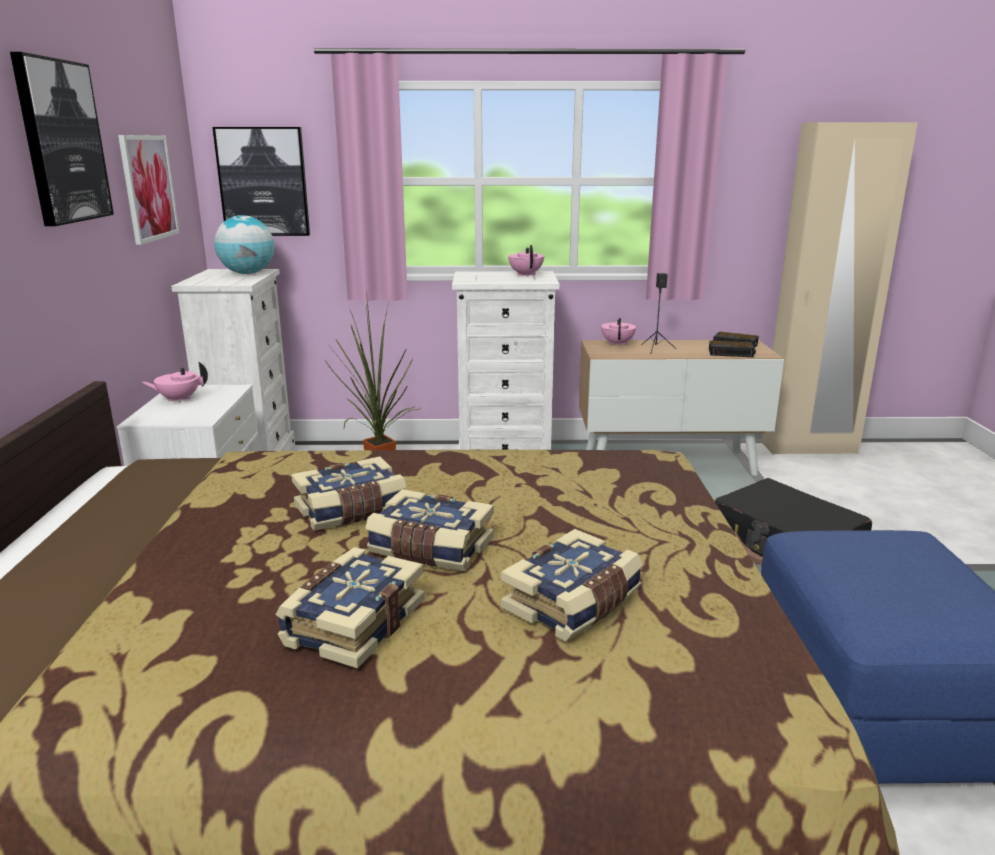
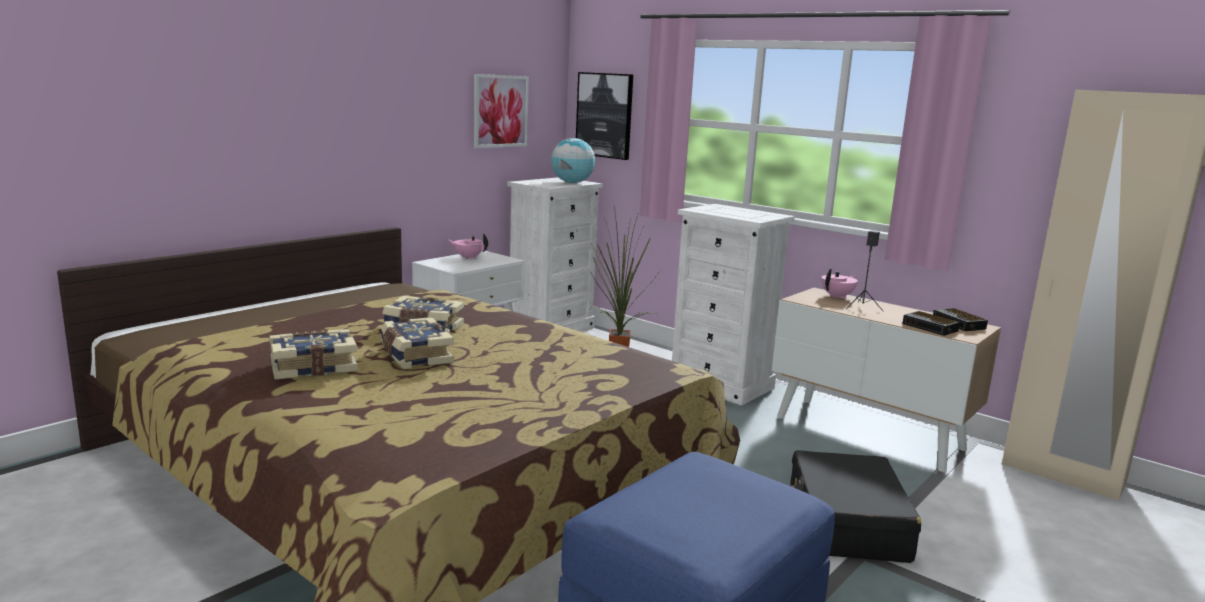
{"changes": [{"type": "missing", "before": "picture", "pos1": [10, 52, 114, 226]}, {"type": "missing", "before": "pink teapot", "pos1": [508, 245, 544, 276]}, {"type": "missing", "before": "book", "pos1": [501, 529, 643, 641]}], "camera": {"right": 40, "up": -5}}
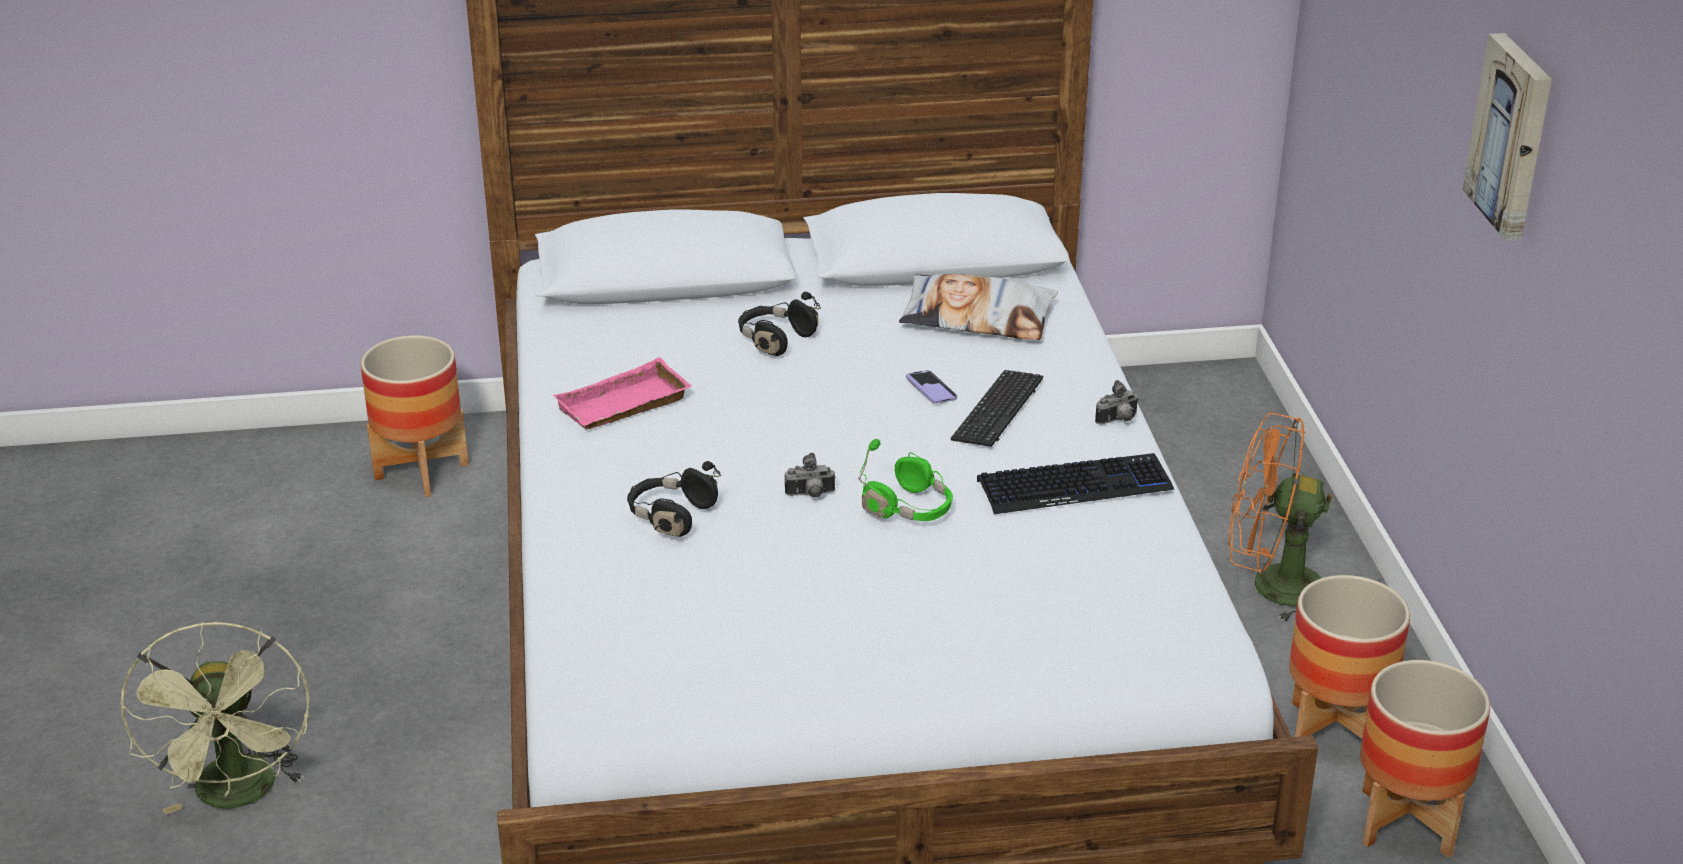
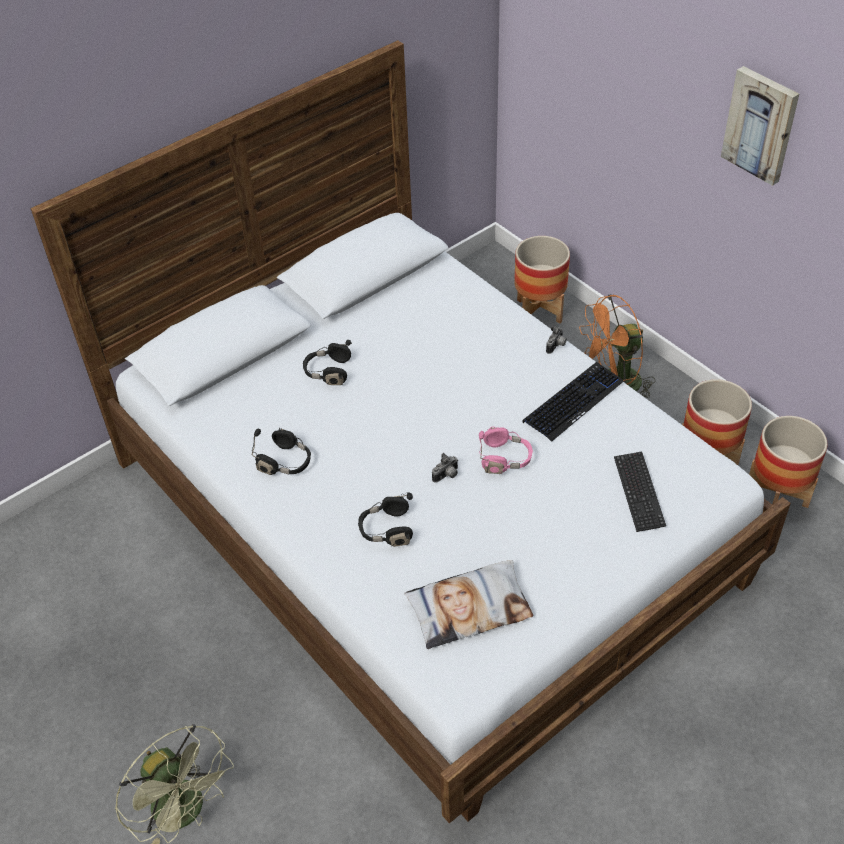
{"changes": [{"type": "relocated", "before": "pillow", "pos1": [899, 274, 1058, 340], "pos2": [404, 560, 533, 649]}, {"type": "relocated", "before": "planter", "pos1": [361, 335, 469, 497], "pos2": [514, 236, 570, 324]}, {"type": "exchanged", "before": "pink serving tray", "after": "black-coloured pair of headphones", "pos1": [553, 357, 691, 430], "pos2": [251, 428, 311, 475]}, {"type": "missing", "before": "telephone", "pos1": [906, 370, 957, 404]}, {"type": "relocated", "before": "keyboard", "pos1": [951, 370, 1043, 447], "pos2": [614, 452, 666, 532]}, {"type": "colour", "before": "greenish pair of headphones", "after": "pink pair of headphones", "pos1": [858, 439, 953, 521], "pos2": [479, 427, 533, 474]}], "camera": {"right": -30, "up": 15}}
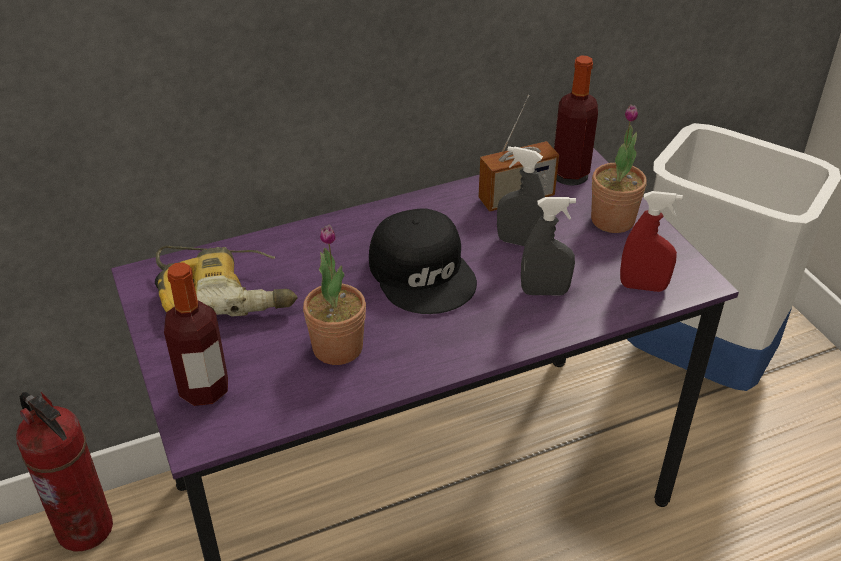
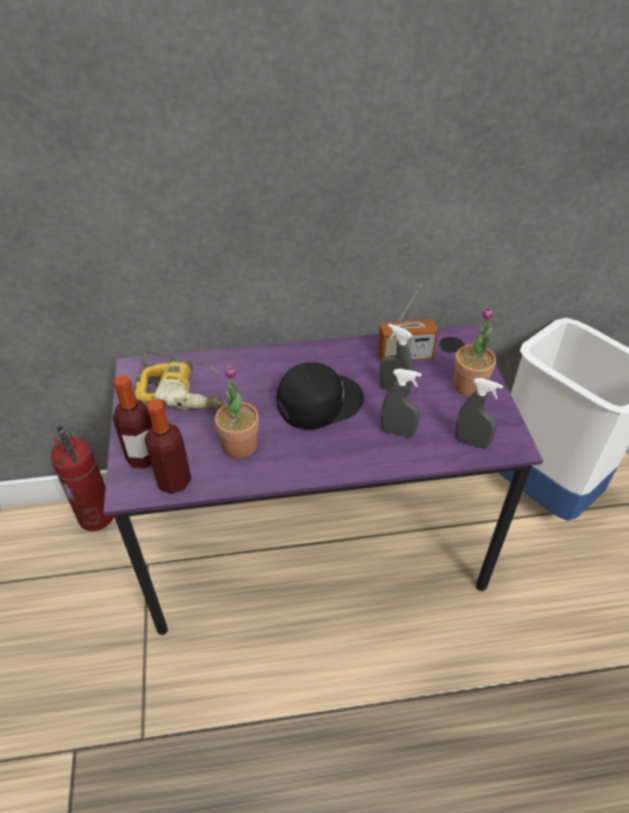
{"changes": [{"type": "relocated", "before": "bottle", "pos1": [554, 56, 598, 180], "pos2": [144, 399, 192, 494]}, {"type": "colour", "before": "reddish hand sprayer", "after": "greyish hand sprayer", "pos1": [620, 191, 683, 292], "pos2": [456, 378, 503, 449]}, {"type": "spun", "before": "black-coloured cap", "pos1": [369, 209, 477, 314], "pos2": [277, 362, 364, 429], "turn": -105}], "camera": {"right": 15, "up": 5}}
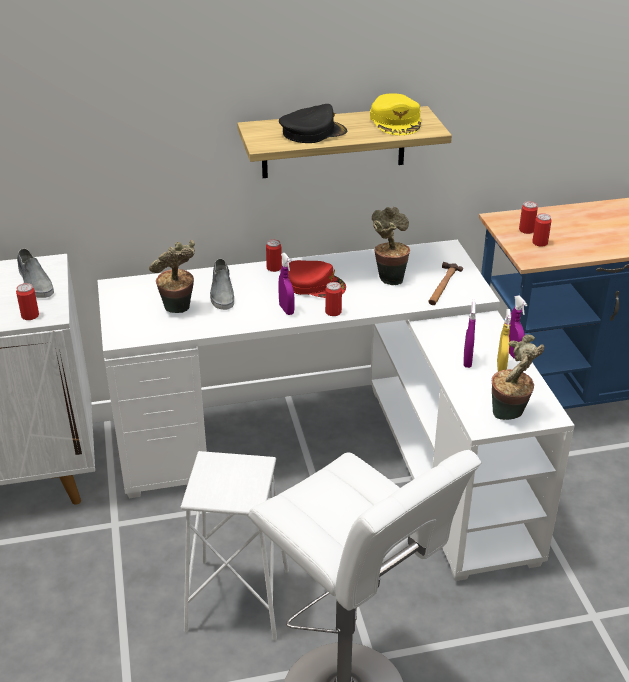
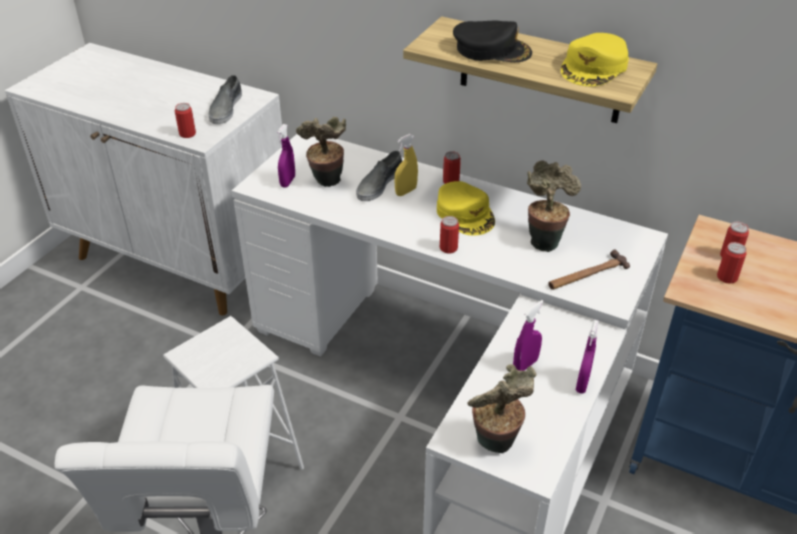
{"changes": [{"type": "relocated", "before": "purple-coloured hand sprayer", "pos1": [278, 253, 294, 315], "pos2": [277, 124, 295, 187]}, {"type": "colour", "before": "reddish cap", "after": "yellowish cap", "pos1": [288, 260, 346, 298], "pos2": [437, 181, 495, 236]}, {"type": "relocated", "before": "yellowish hand sprayer", "pos1": [497, 309, 511, 372], "pos2": [395, 134, 418, 196]}], "camera": {"right": 40, "up": 5}}
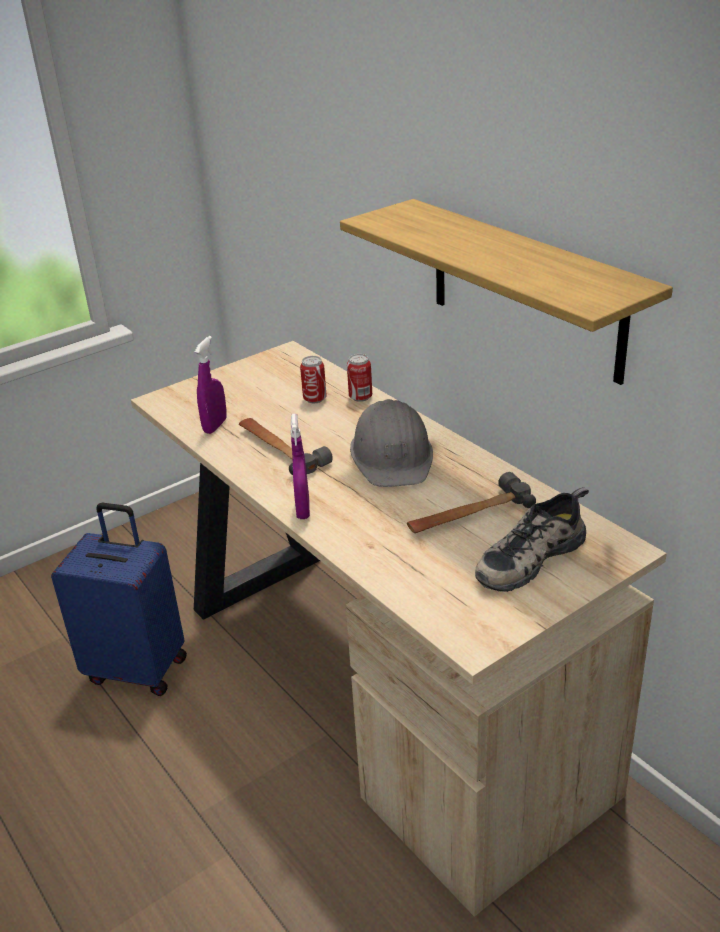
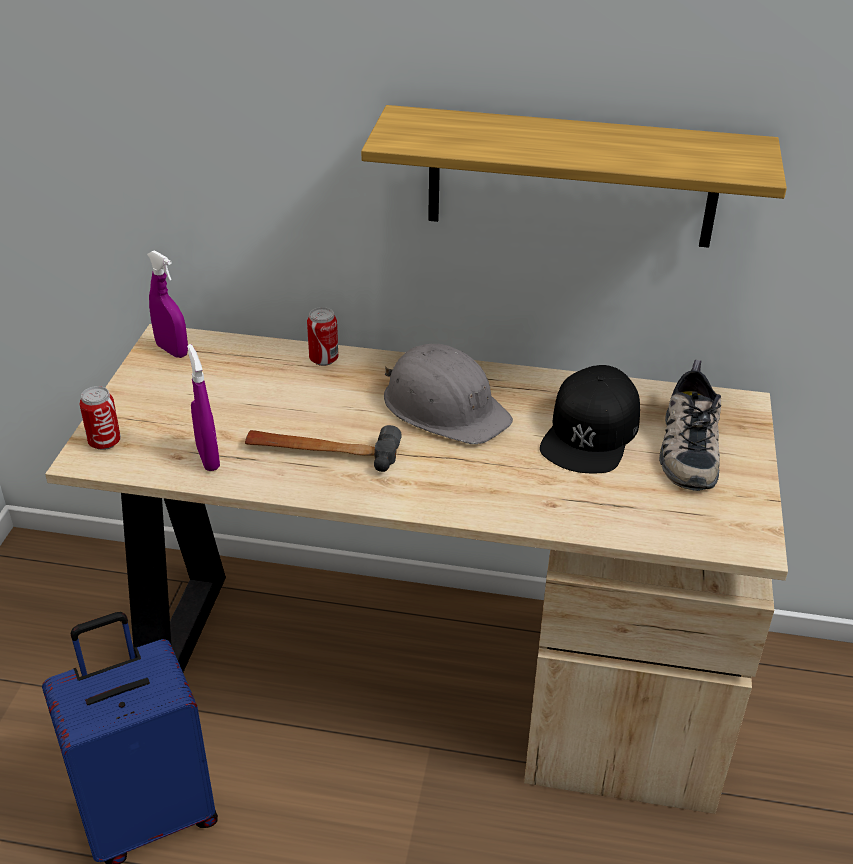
{"changes": [{"type": "relocated", "before": "sealed can", "pos1": [300, 356, 327, 403], "pos2": [80, 386, 121, 450]}, {"type": "relocated", "before": "purple-coloured hand sprayer", "pos1": [291, 414, 310, 519], "pos2": [147, 250, 188, 358]}, {"type": "exchanged", "before": "hammer", "after": "black-coloured cap", "pos1": [407, 472, 536, 533], "pos2": [540, 365, 640, 473]}], "camera": {"right": -45, "up": 5}}
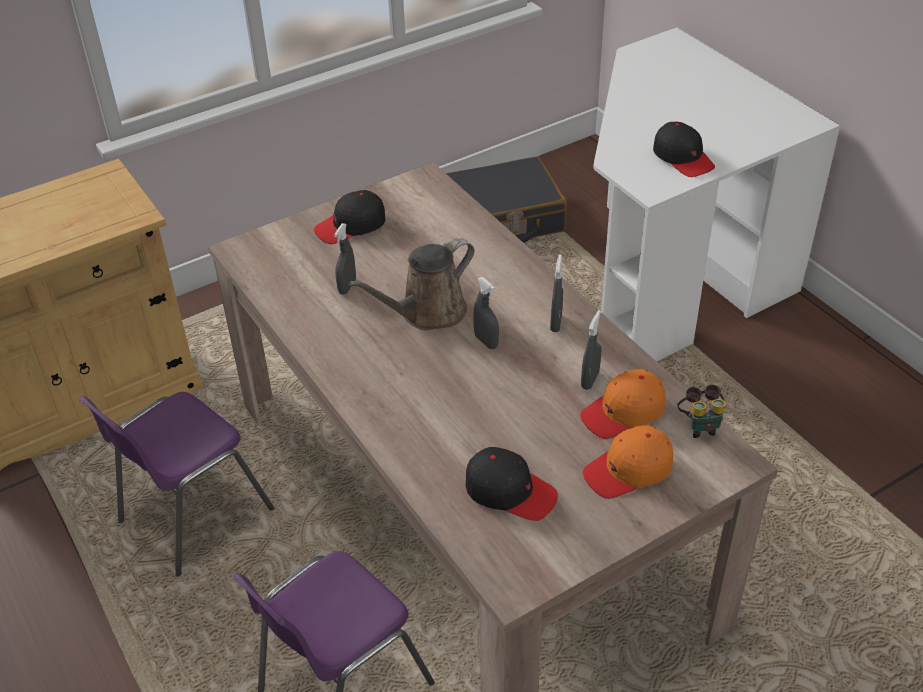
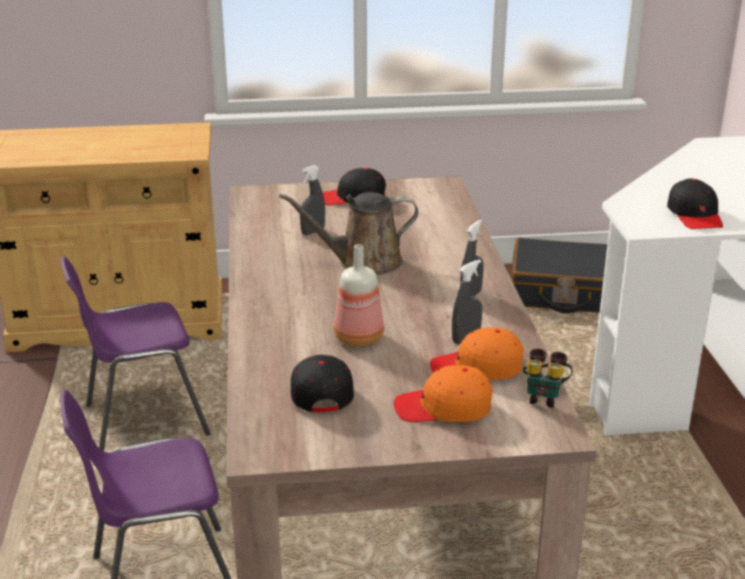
{"changes": [{"type": "missing", "before": "greyish hand sprayer", "pos1": [473, 277, 499, 349]}, {"type": "spun", "before": "black-coloured cap", "pos1": [466, 447, 558, 521], "pos2": [291, 355, 354, 412], "turn": -150}, {"type": "appeared", "after": "bottle", "pos2": [334, 244, 384, 346]}], "camera": {"right": 25, "up": -15}}
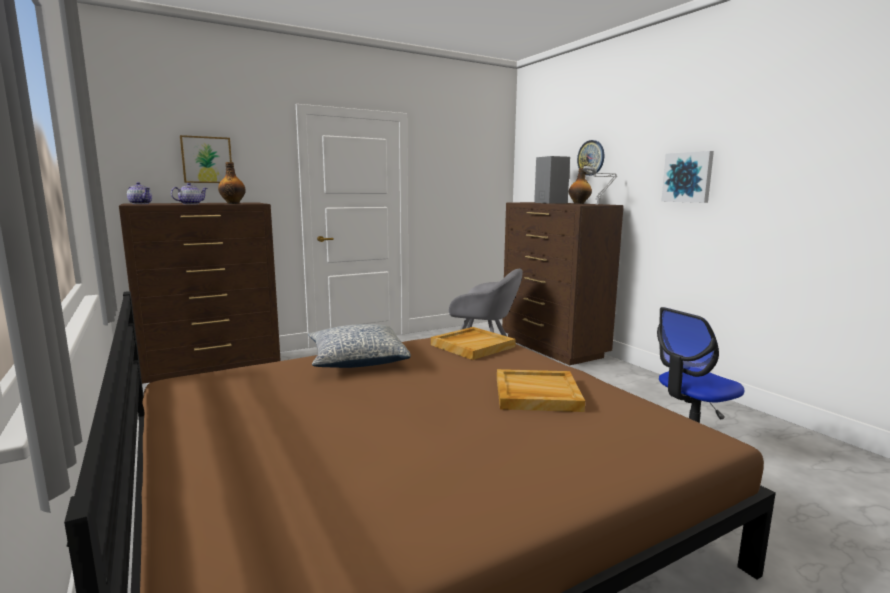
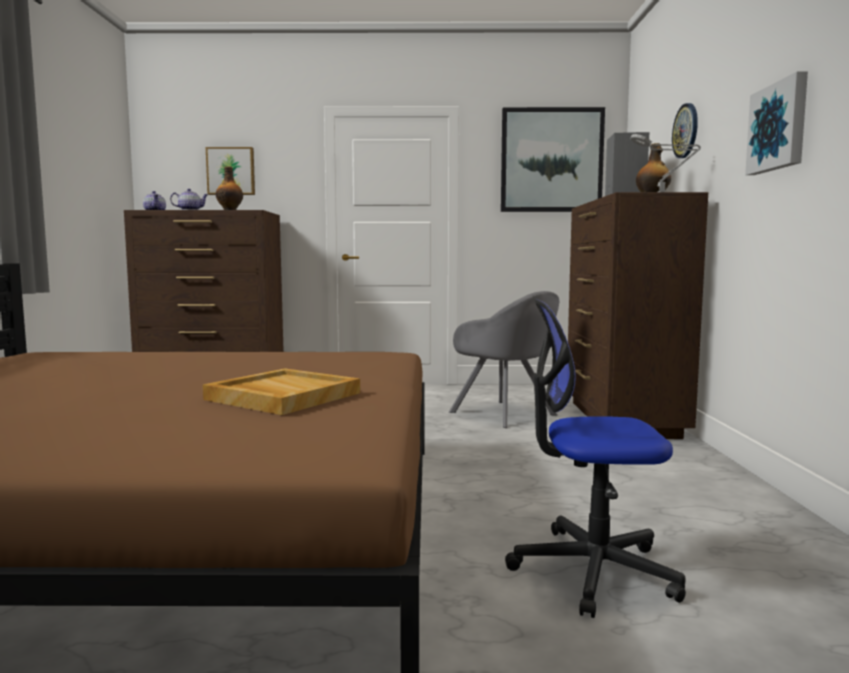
{"changes": [{"type": "missing", "before": "pillow", "pos1": [308, 324, 411, 368]}, {"type": "missing", "before": "beige-coloured serving tray", "pos1": [431, 327, 516, 360]}, {"type": "appeared", "after": "picture", "pos2": [501, 107, 605, 212]}], "camera": {"right": 30, "up": -5}}
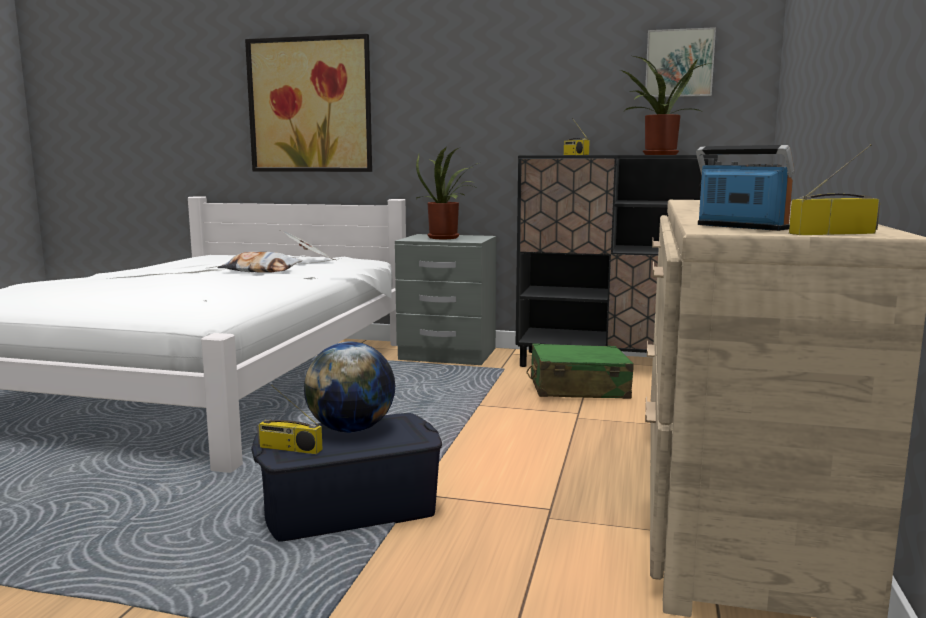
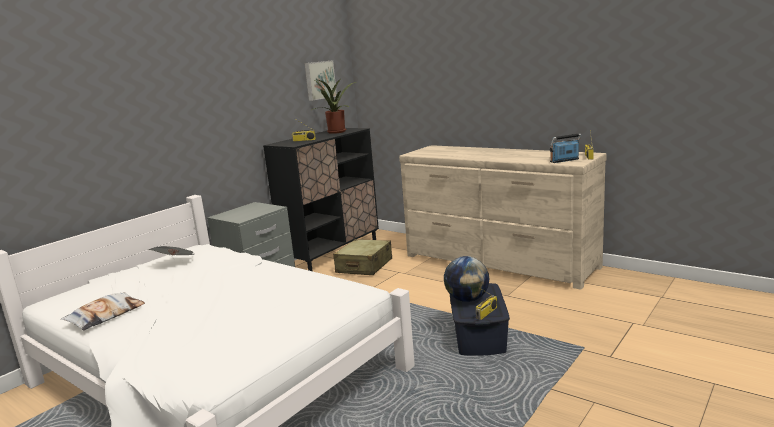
{"changes": [{"type": "missing", "before": "picture", "pos1": [245, 34, 372, 172]}, {"type": "missing", "before": "houseplant", "pos1": [416, 147, 479, 239]}, {"type": "relocated", "before": "pillow", "pos1": [217, 252, 302, 273], "pos2": [61, 292, 145, 330]}, {"type": "colour", "before": "greenish travel case", "after": "beige-coloured travel case", "pos1": [526, 343, 634, 399], "pos2": [333, 239, 392, 275]}], "camera": {"right": -65, "up": 5}}
